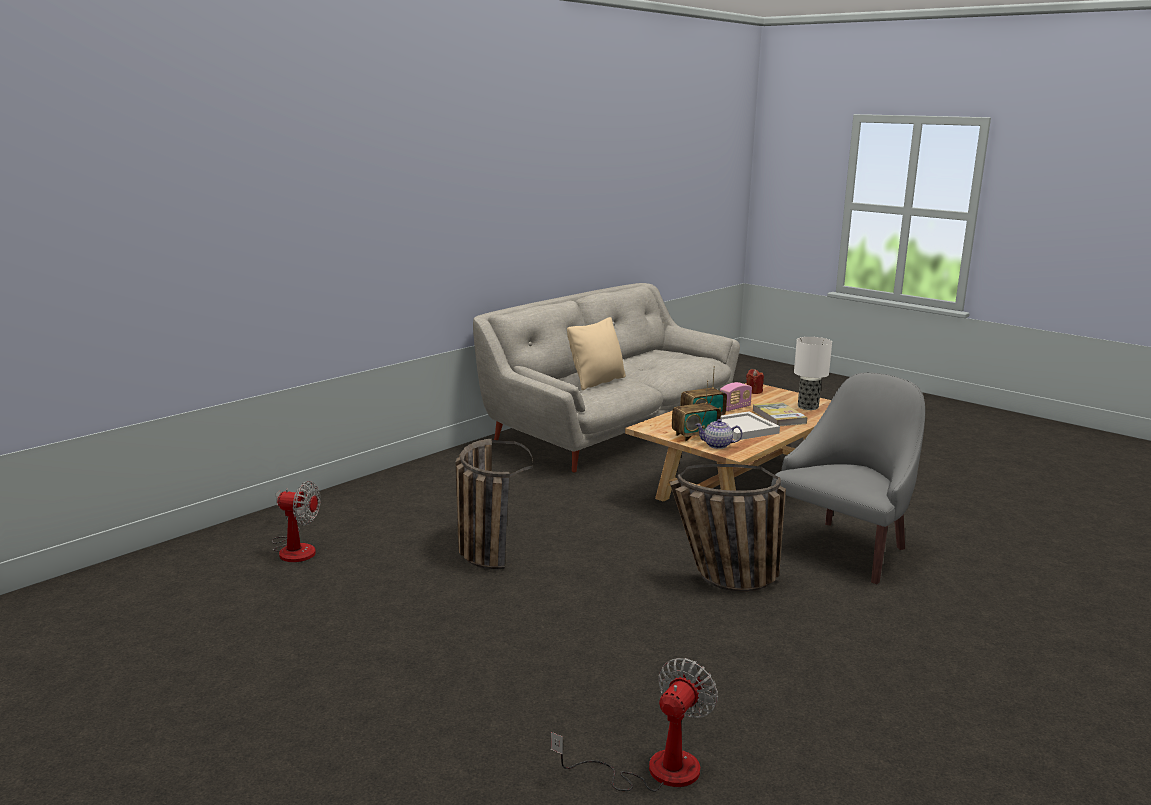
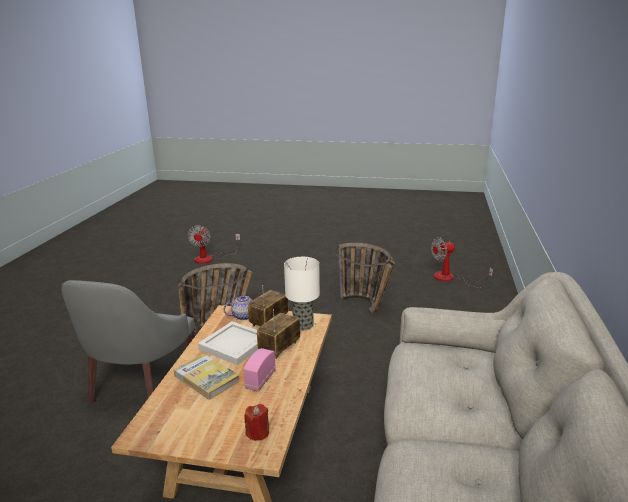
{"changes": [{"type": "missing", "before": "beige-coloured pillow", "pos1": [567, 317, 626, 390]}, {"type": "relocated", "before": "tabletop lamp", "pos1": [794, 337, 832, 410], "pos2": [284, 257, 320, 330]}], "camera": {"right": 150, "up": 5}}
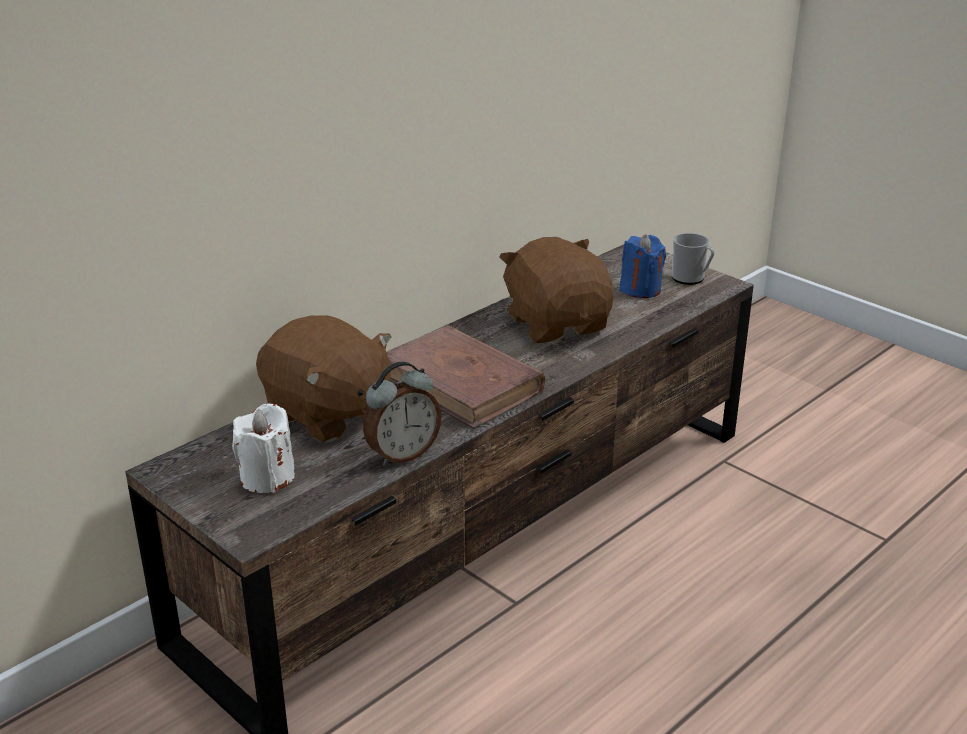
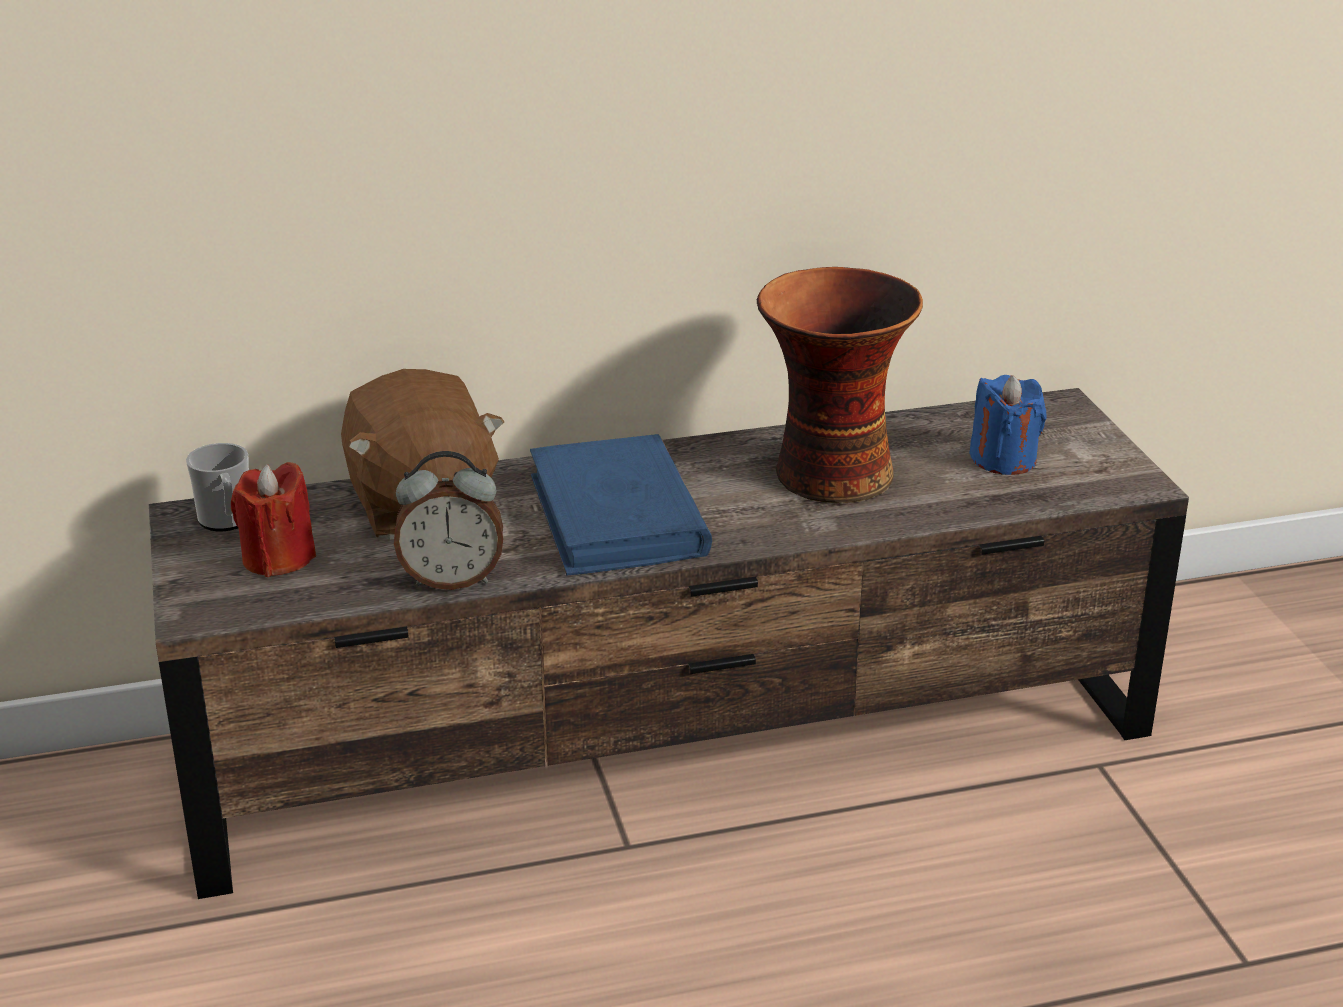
{"changes": [{"type": "relocated", "before": "tea mug", "pos1": [672, 233, 715, 285], "pos2": [186, 443, 249, 531]}, {"type": "exchanged", "before": "brown cuddly toy", "after": "flower vase", "pos1": [499, 237, 613, 343], "pos2": [757, 267, 923, 504]}, {"type": "colour", "before": "brown book", "after": "blue book", "pos1": [386, 325, 545, 429], "pos2": [530, 434, 712, 575]}, {"type": "colour", "before": "white-coloured wax candle", "after": "reddish wax candle", "pos1": [232, 404, 295, 493], "pos2": [231, 462, 316, 577]}], "camera": {"right": 30, "up": 0}}
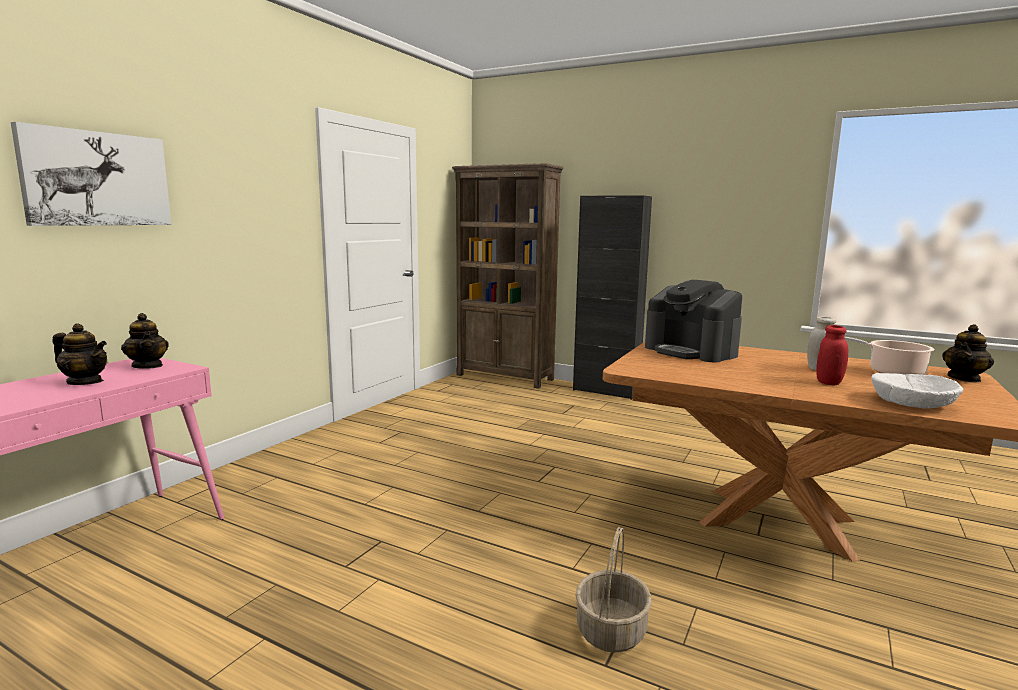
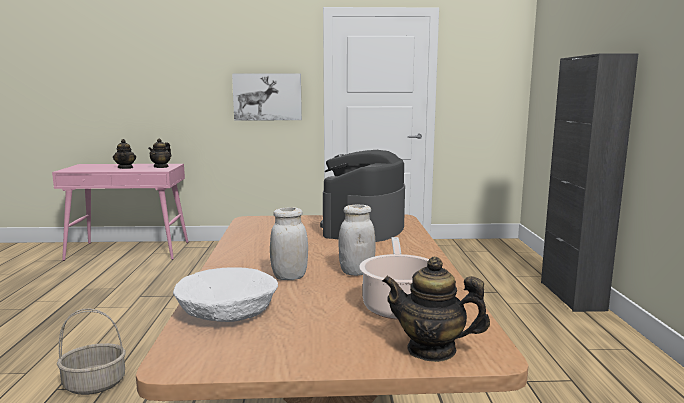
{"changes": [{"type": "relocated", "before": "picture", "pos1": [11, 122, 171, 226], "pos2": [232, 73, 302, 120]}, {"type": "missing", "before": "brown shelving unit", "pos1": [452, 163, 564, 389]}, {"type": "colour", "before": "reddish storage jar", "after": "white-coloured storage jar", "pos1": [816, 325, 848, 385], "pos2": [270, 207, 308, 280]}], "camera": {"right": 60, "up": 0}}
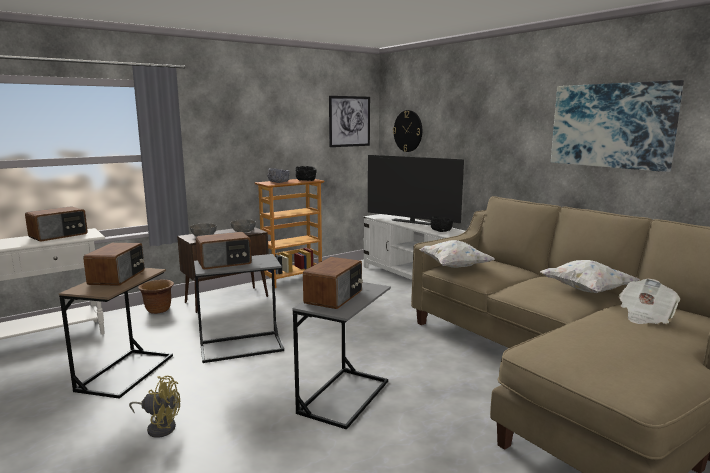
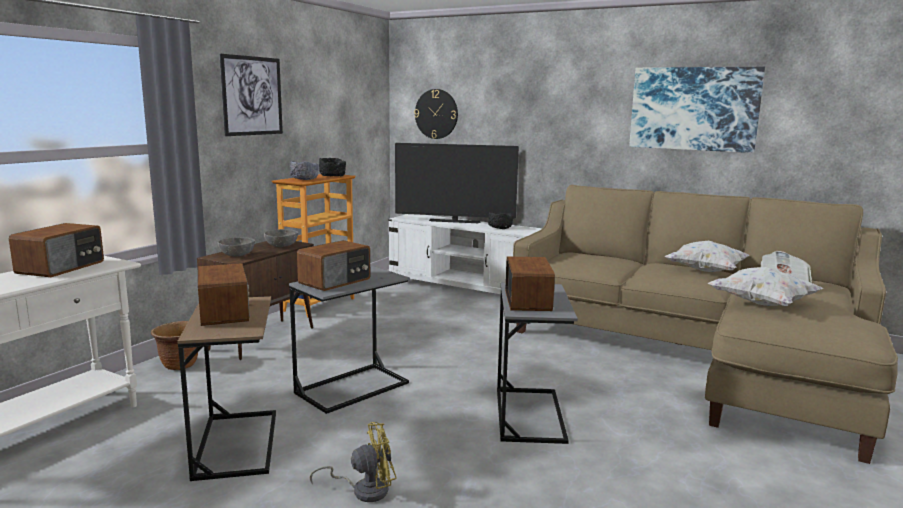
{"changes": [{"type": "relocated", "before": "picture", "pos1": [329, 96, 370, 147], "pos2": [220, 54, 283, 136]}, {"type": "relocated", "before": "white-coloured pillow", "pos1": [419, 240, 495, 268], "pos2": [708, 267, 823, 306]}], "camera": {"right": -25, "up": 0}}
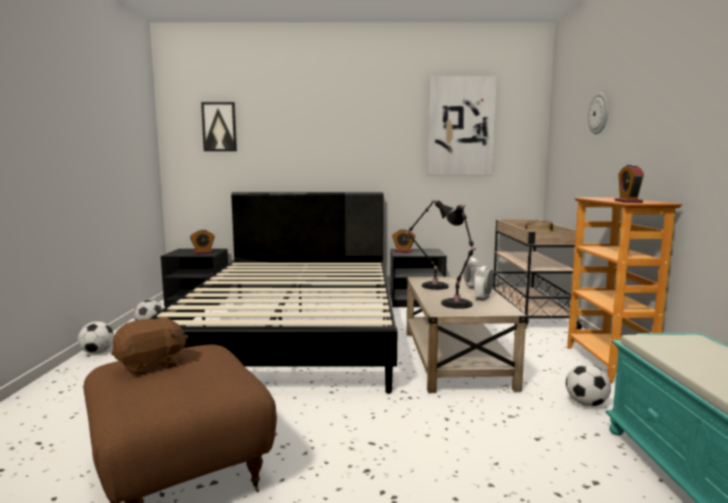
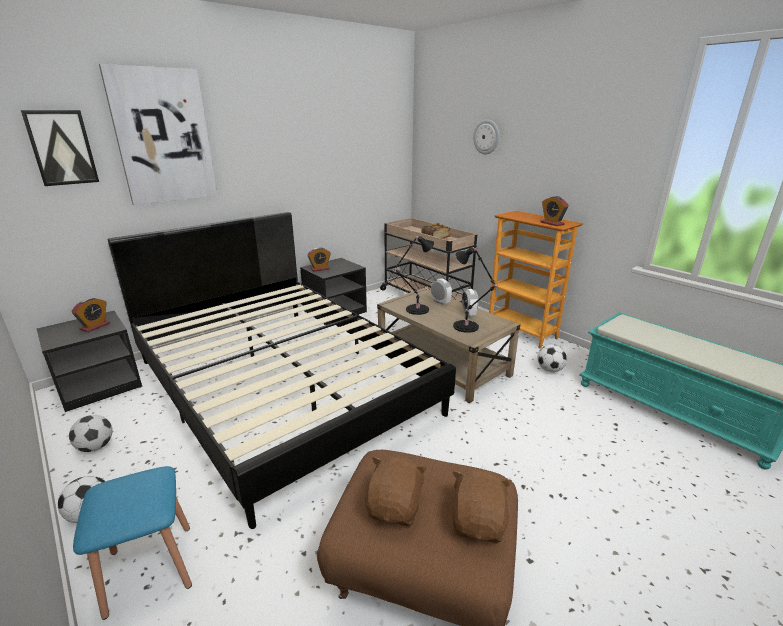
{"changes": [{"type": "relocated", "before": "picture", "pos1": [428, 77, 497, 175], "pos2": [99, 64, 218, 205]}, {"type": "appeared", "after": "blue stool", "pos2": [73, 466, 192, 620]}, {"type": "appeared", "after": "brown cuddly toy", "pos2": [451, 469, 512, 543]}], "camera": {"right": -40, "up": 15}}
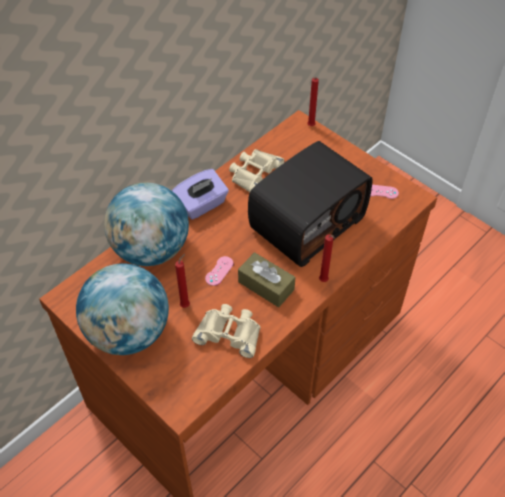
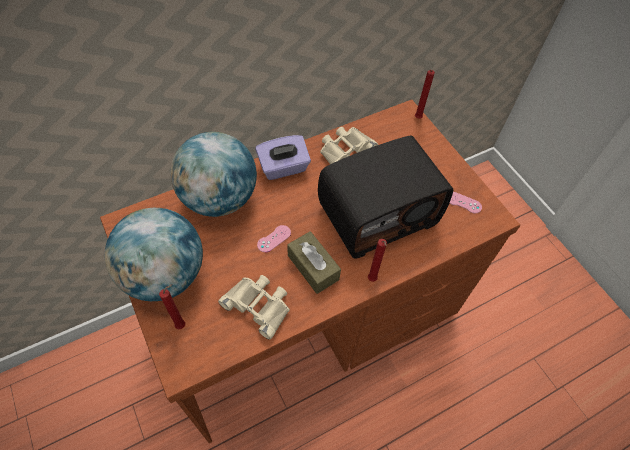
{"changes": [{"type": "relocated", "before": "reddish wax candle", "pos1": [175, 254, 190, 308], "pos2": [159, 284, 185, 329]}], "camera": {"right": 15, "up": 5}}
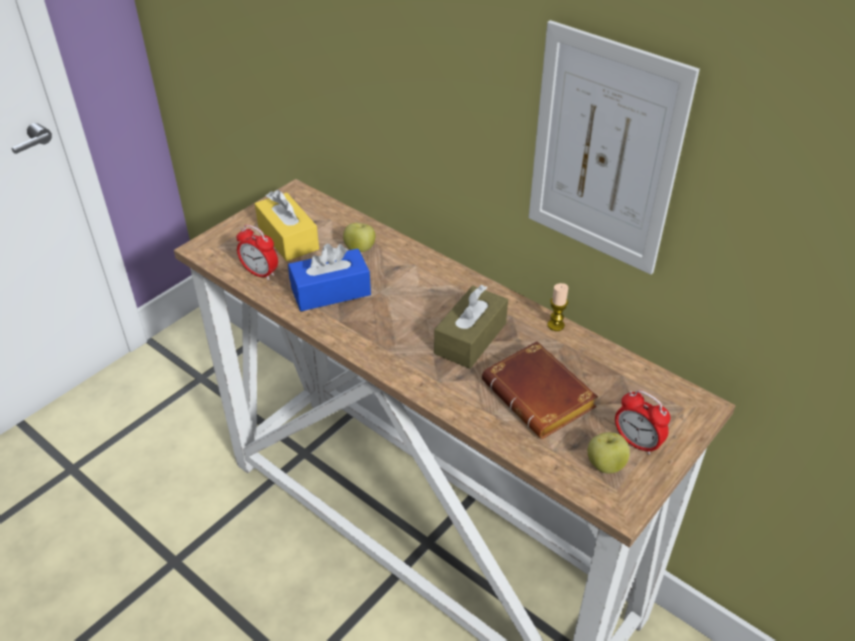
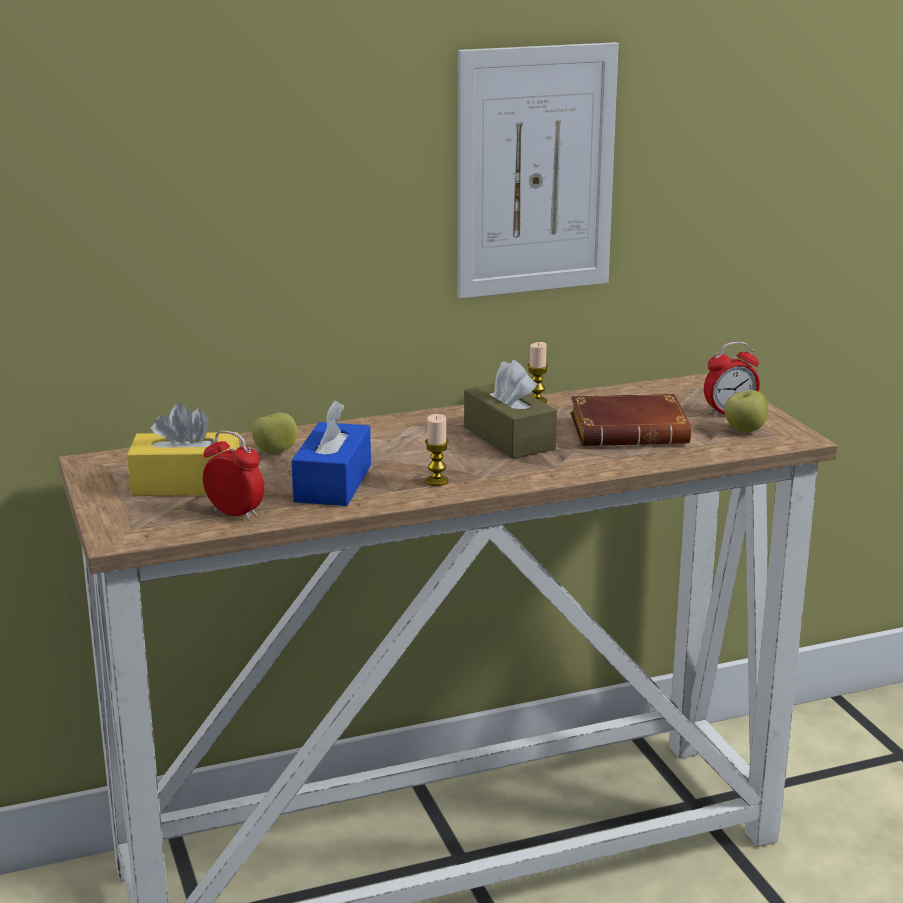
{"changes": [{"type": "spun", "before": "alarm clock", "pos1": [236, 225, 278, 280], "pos2": [203, 431, 264, 521], "turn": -120}, {"type": "appeared", "after": "wax candle", "pos2": [425, 414, 449, 486]}], "camera": {"right": -60, "up": -20}}
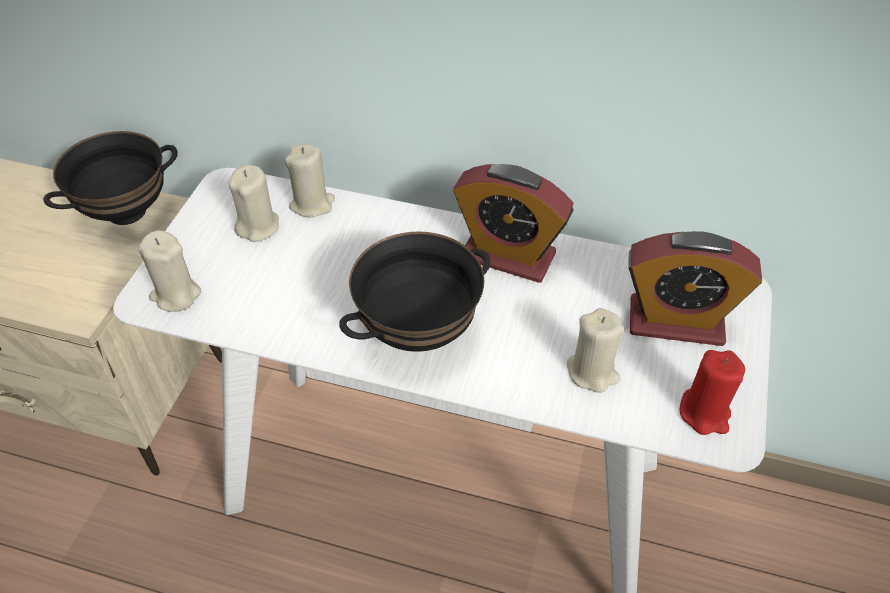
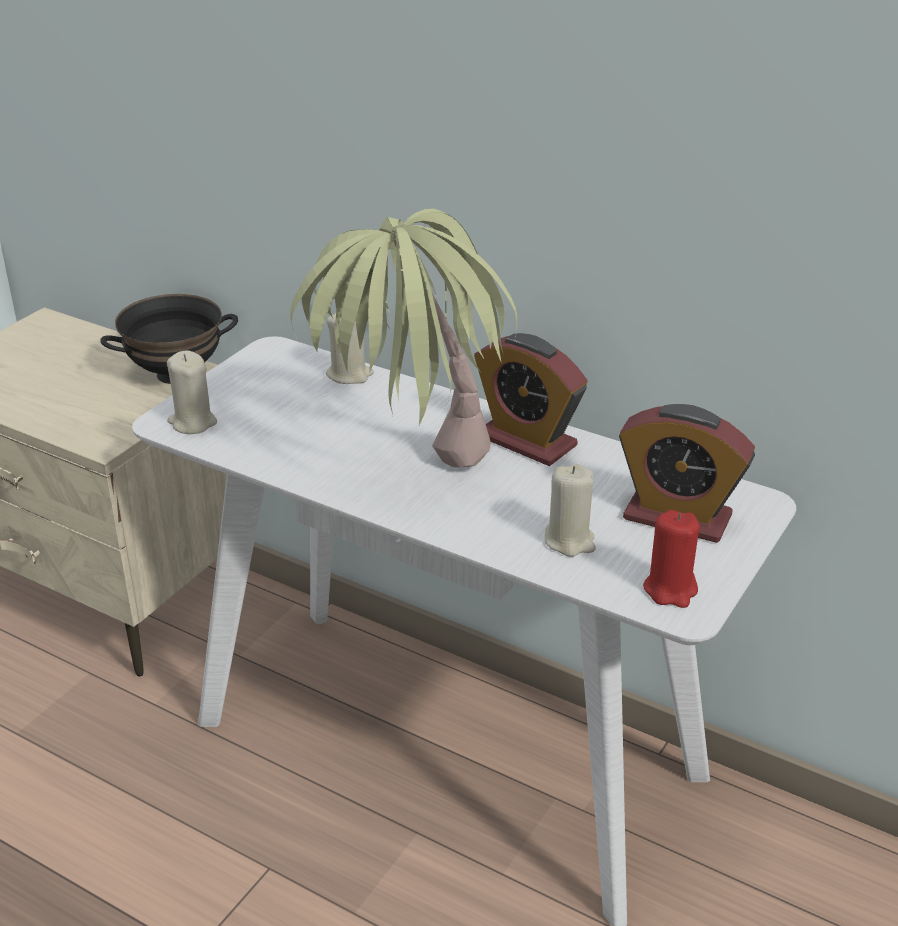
{"changes": [{"type": "missing", "before": "beige-coloured wax candle", "pos1": [229, 164, 279, 242]}, {"type": "exchanged", "before": "black-coloured deep dish", "after": "houseplant", "pos1": [339, 232, 490, 352], "pos2": [290, 209, 517, 468]}], "camera": {"right": 15, "up": -15}}
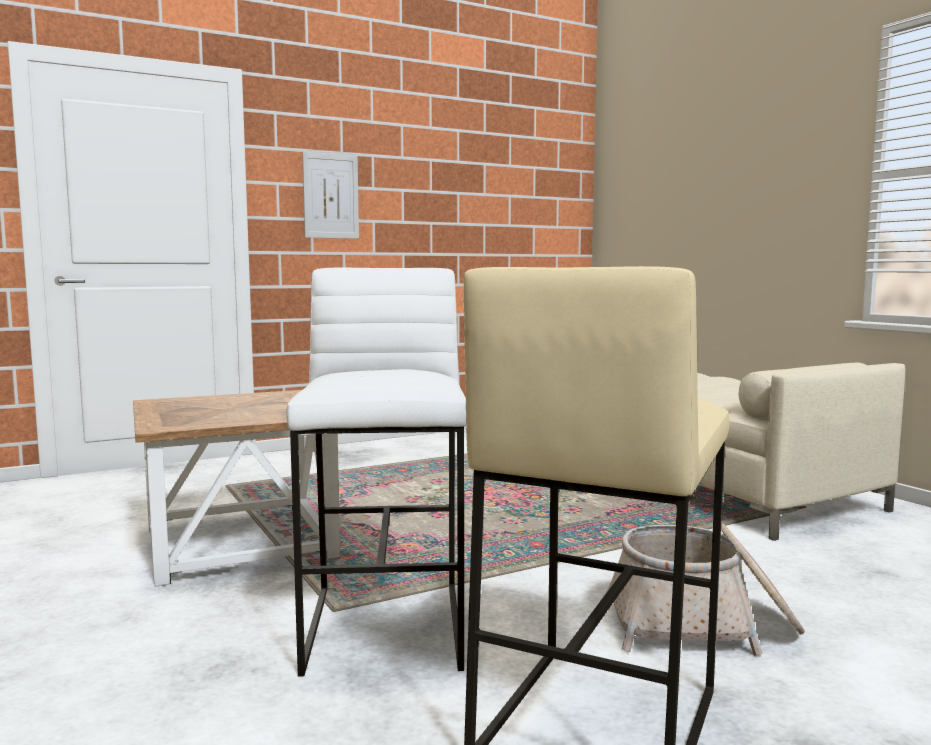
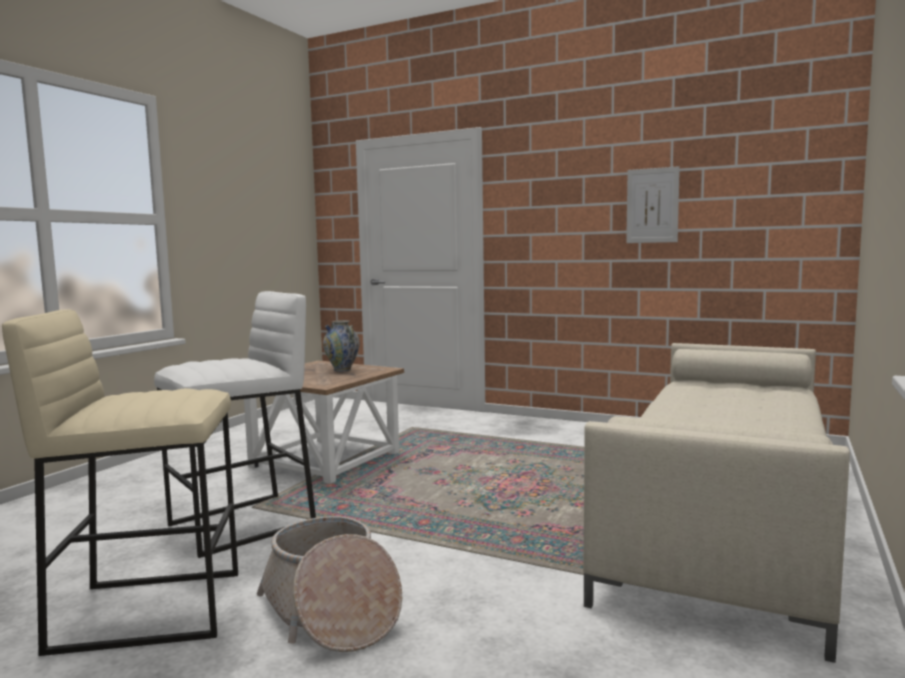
{"changes": [{"type": "relocated", "before": "picture", "pos1": [302, 152, 359, 239], "pos2": [626, 166, 680, 243]}, {"type": "appeared", "after": "flower vase", "pos2": [323, 320, 360, 372]}], "camera": {"right": 55, "up": 0}}
